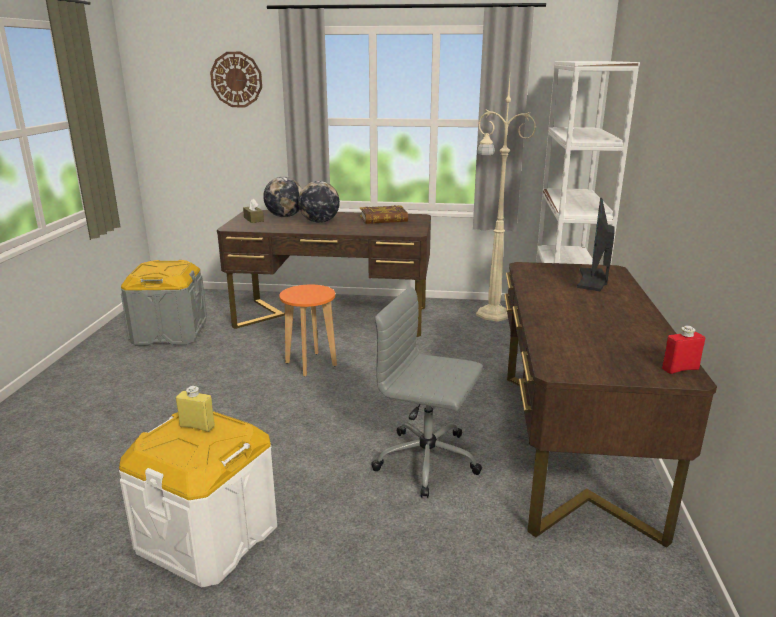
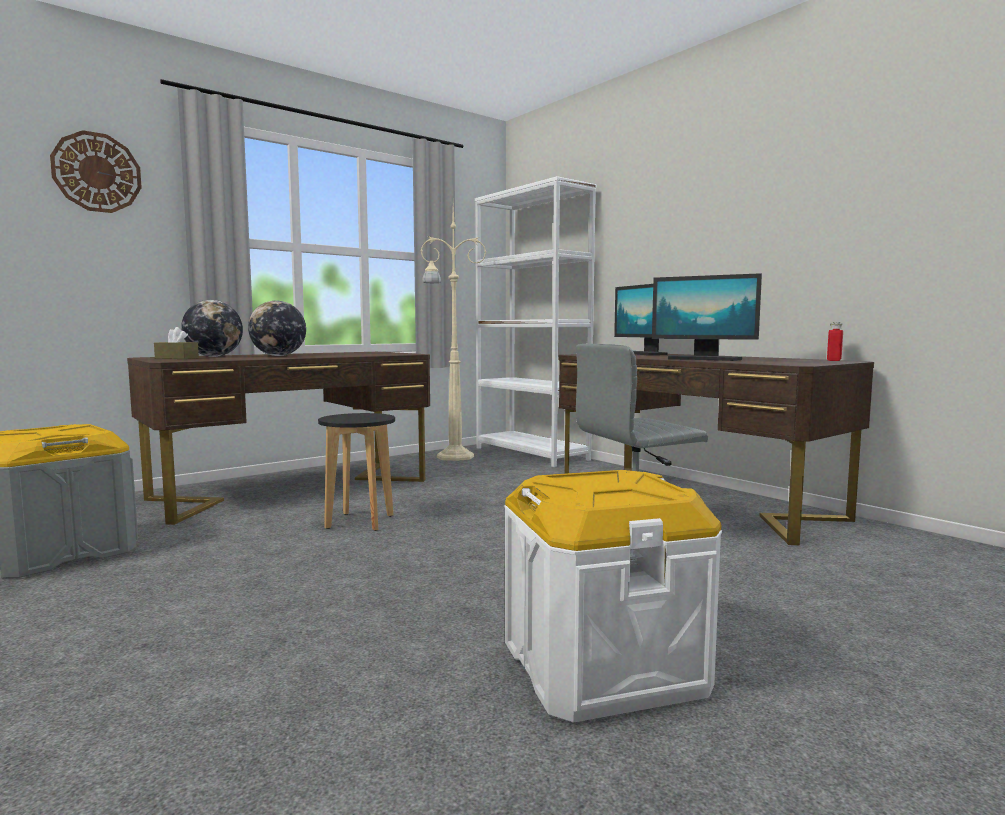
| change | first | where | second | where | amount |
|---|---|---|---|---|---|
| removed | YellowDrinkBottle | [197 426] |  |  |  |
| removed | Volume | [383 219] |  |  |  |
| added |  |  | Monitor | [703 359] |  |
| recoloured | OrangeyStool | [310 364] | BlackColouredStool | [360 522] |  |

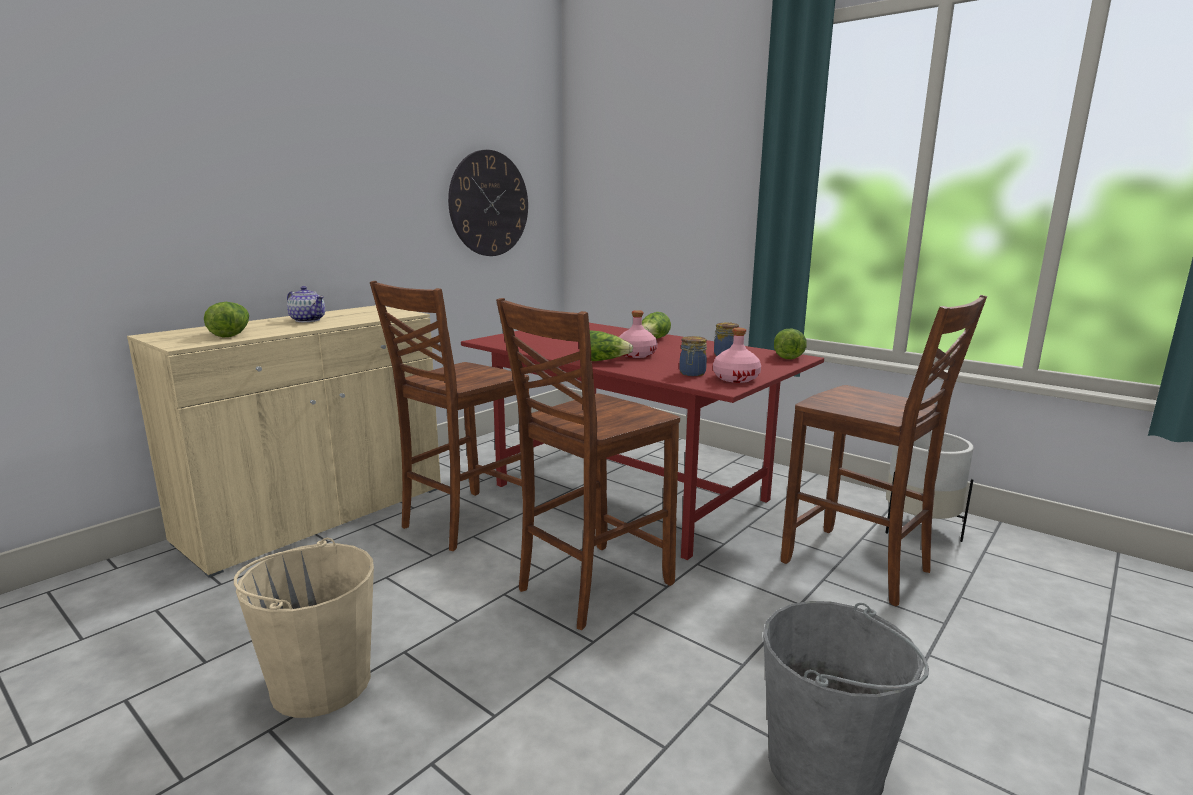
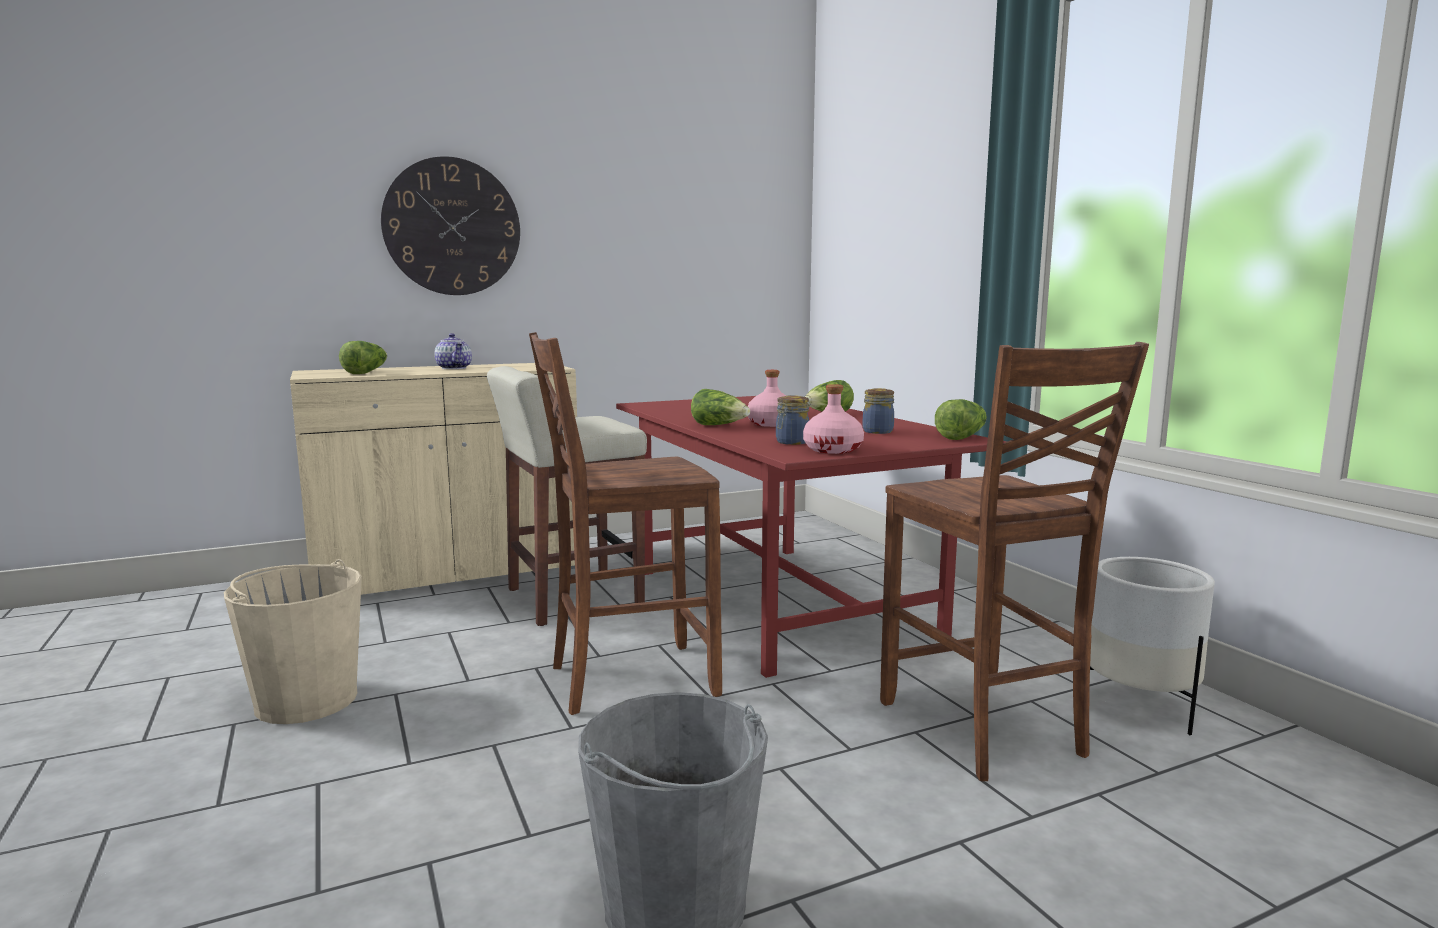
| change | first | where | second | where | amount |
|---|---|---|---|---|---|
| moved | WallClock | [489 204] |  | [452 227] |  |
| replaced | BrownishPlainChair | [463 521] | BeigeStool | [571 599] |  |

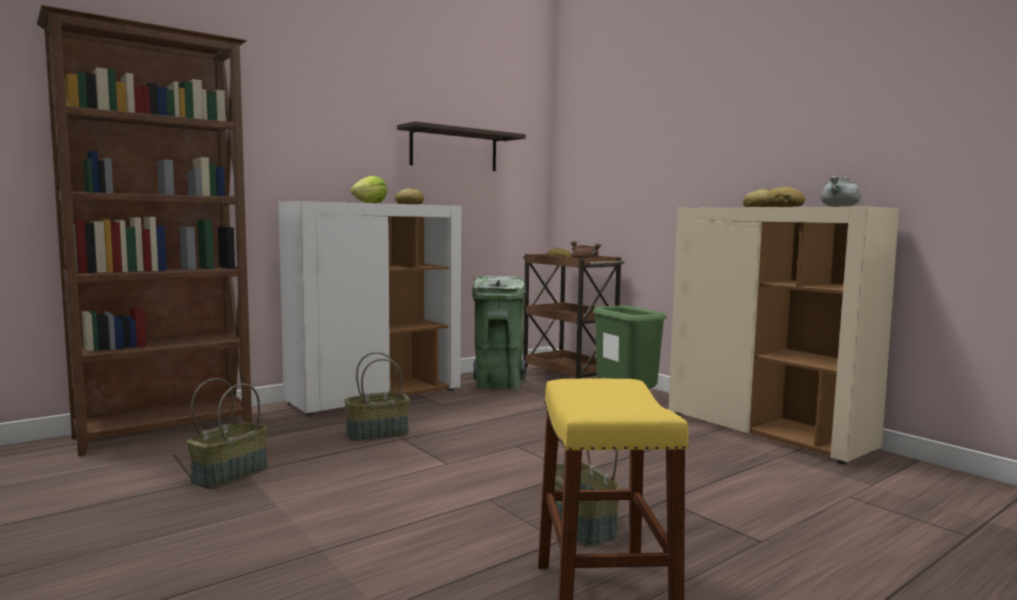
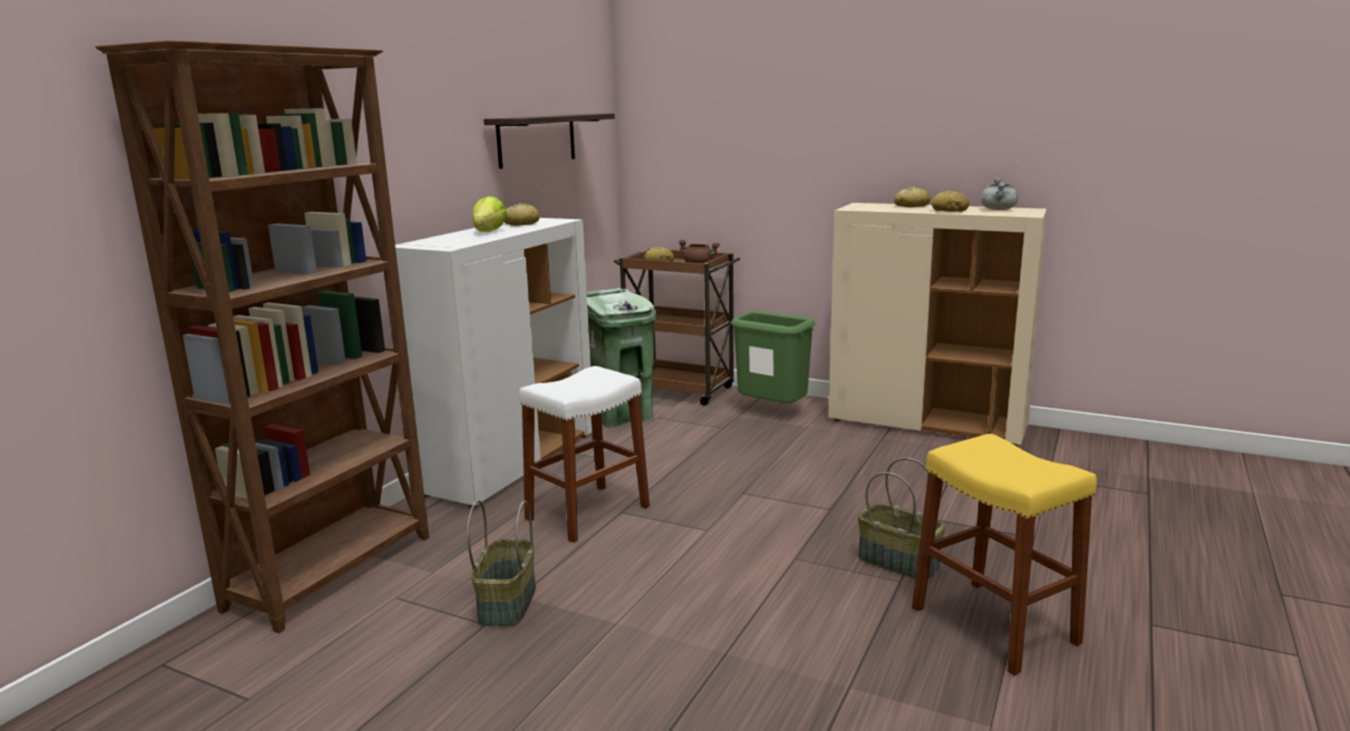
| change | first | where | second | where | amount |
|---|---|---|---|---|---|
| replaced | StorageBasket | [377 434] | WhiteStool | [588 513] |  |

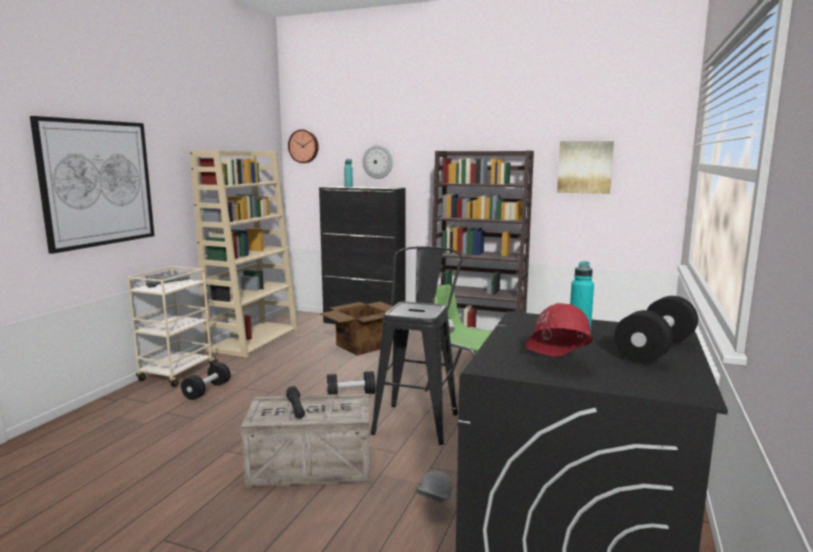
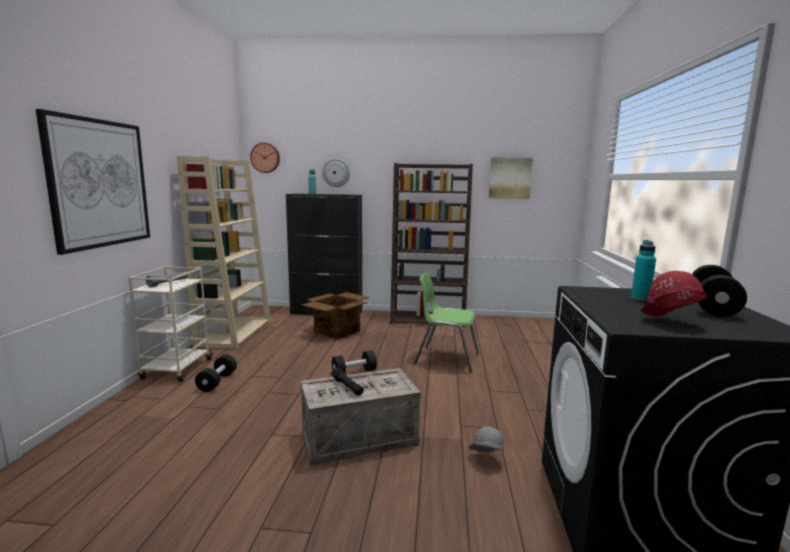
| change | first | where | second | where | amount |
|---|---|---|---|---|---|
| removed | BlackColouredStool | [419 419] |  |  |  |

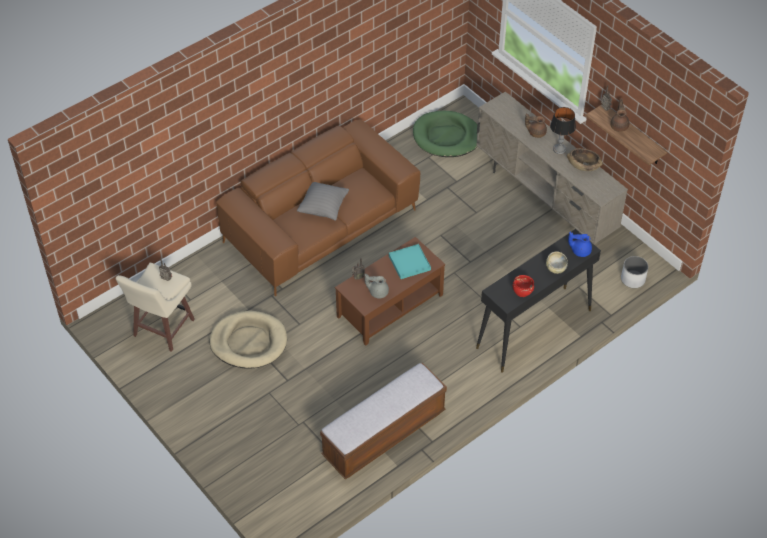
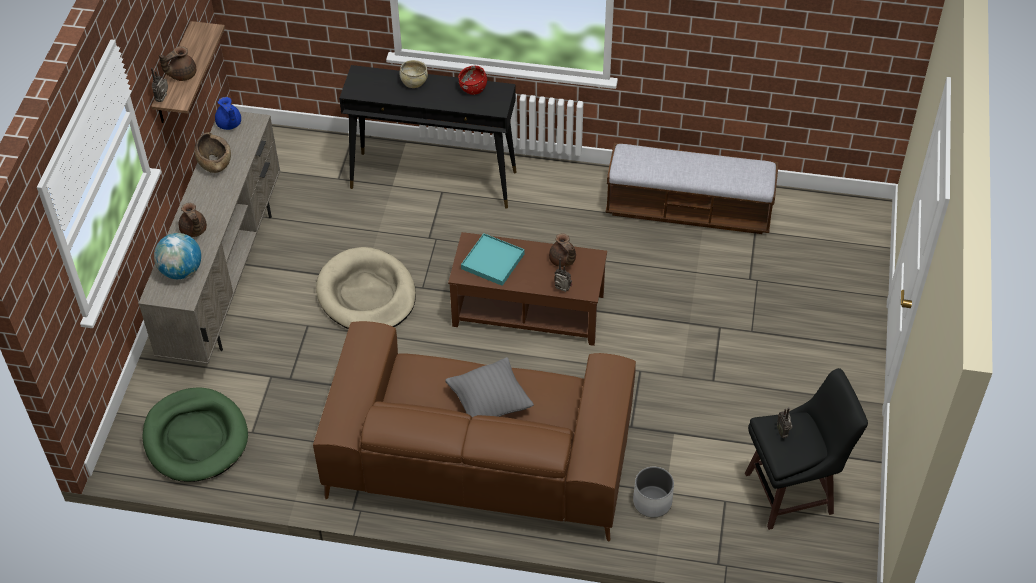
| change | first | where | second | where | amount |
|---|---|---|---|---|---|
| removed | TableLamp | [559 149] |  |  |  |
| added |  |  | DeskGlobe | [181 271] |  |
| moved | BeigeDogCushion | [249 342] |  | [366 294] |  |
| moved | BlueTeaPot | [580 250] |  | [229 124] |  |
| moved | WhiteFlowerPot | [632 279] |  | [652 502] |  |
| recoloured | BeigeStool | [162 329] | BlackColouredStool | [792 493] |  |
| recoloured | GreyishTeaPot | [378 292] | BrownishTeaPot | [563 260] |  |

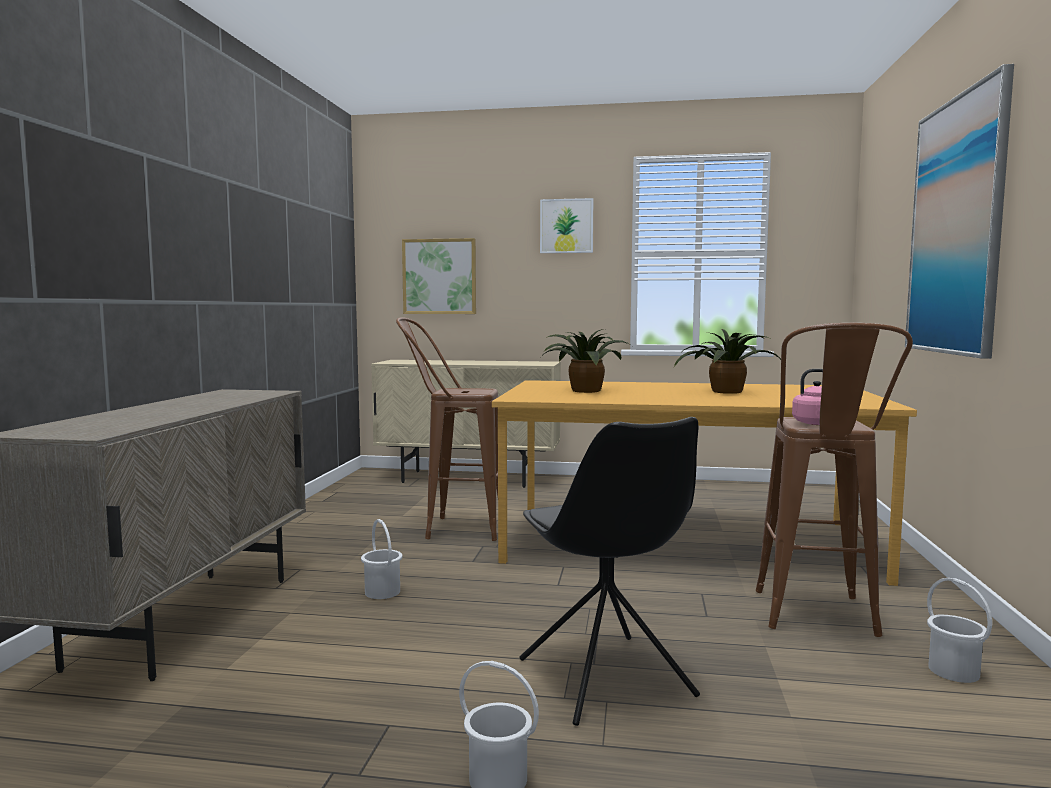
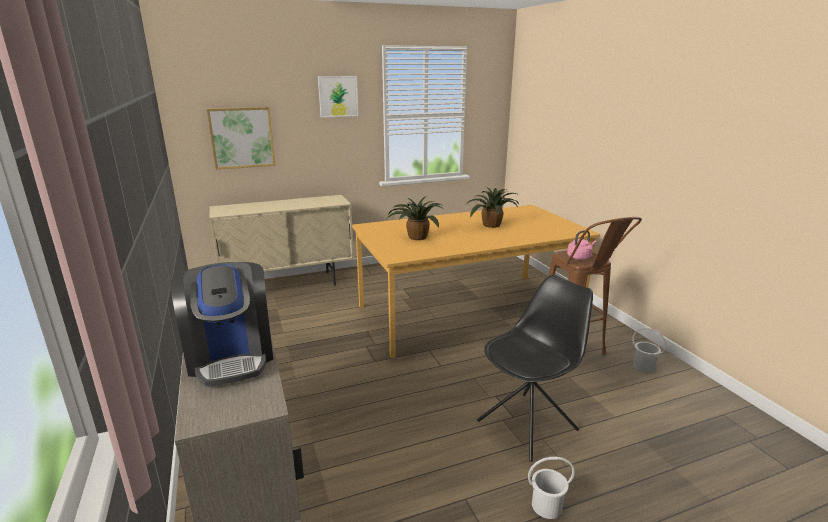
| change | first | where | second | where | amount |
|---|---|---|---|---|---|
| removed | WhiteBucket | [383 592] |  |  |  |
| removed | BrownishStool | [452 529] |  |  |  |
| removed | Picture | [955 226] |  |  |  |
| added |  |  | CoffeeMaker | [231 356] |  |
| turned | BlackColouredPlainChair | [606 679] |  | [528 425] | 75 degrees counterclockwise |

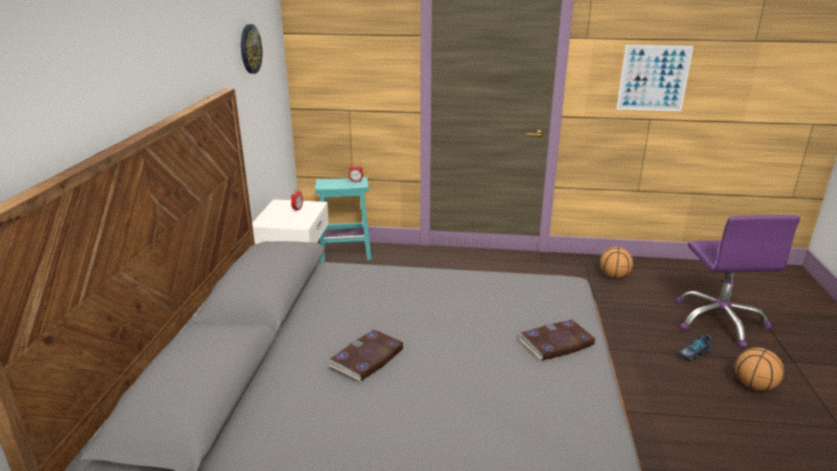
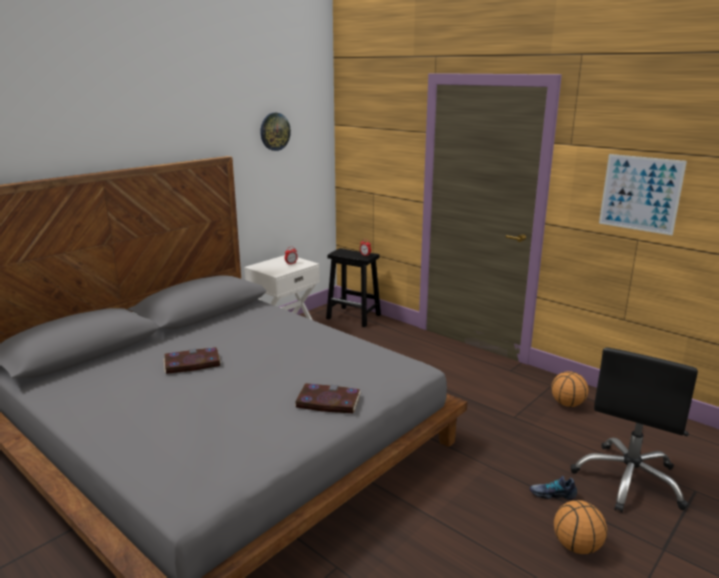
| change | first | where | second | where | amount |
|---|---|---|---|---|---|
| recoloured | TurquoiseStool | [346 252] | BlackColouredStool | [354 317] |  |
| recoloured | PurpleColouredOfficeChair | [719 321] | BlackColouredOfficeChair | [629 480] |  |

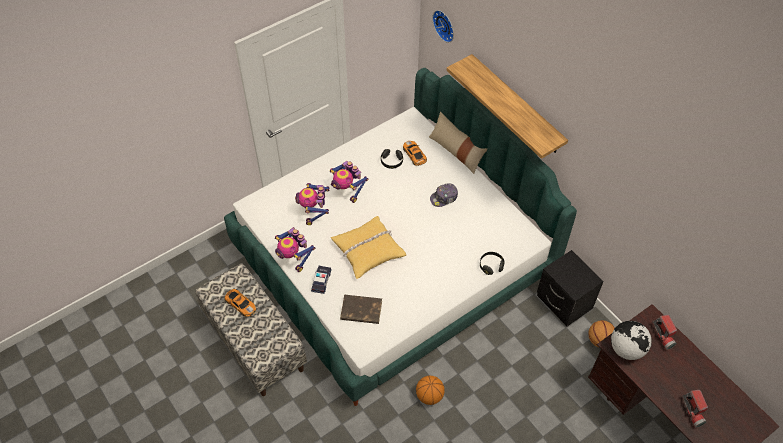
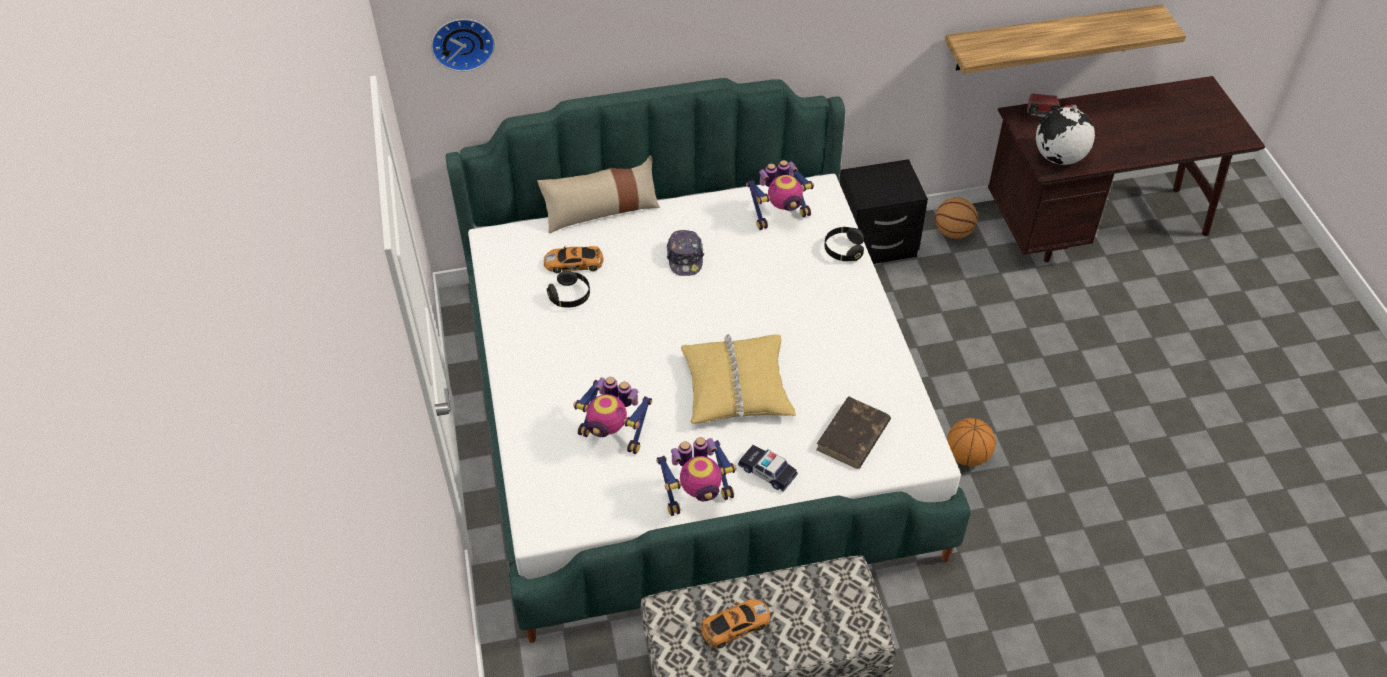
| change | first | where | second | where | amount |
|---|---|---|---|---|---|
| removed | HandTorch | [694 411] |  |  |  |
| moved | ToyRobot | [347 191] |  | [780 216] |  |
| moved | Shelf | [516 105] |  | [1051 38] |  |

